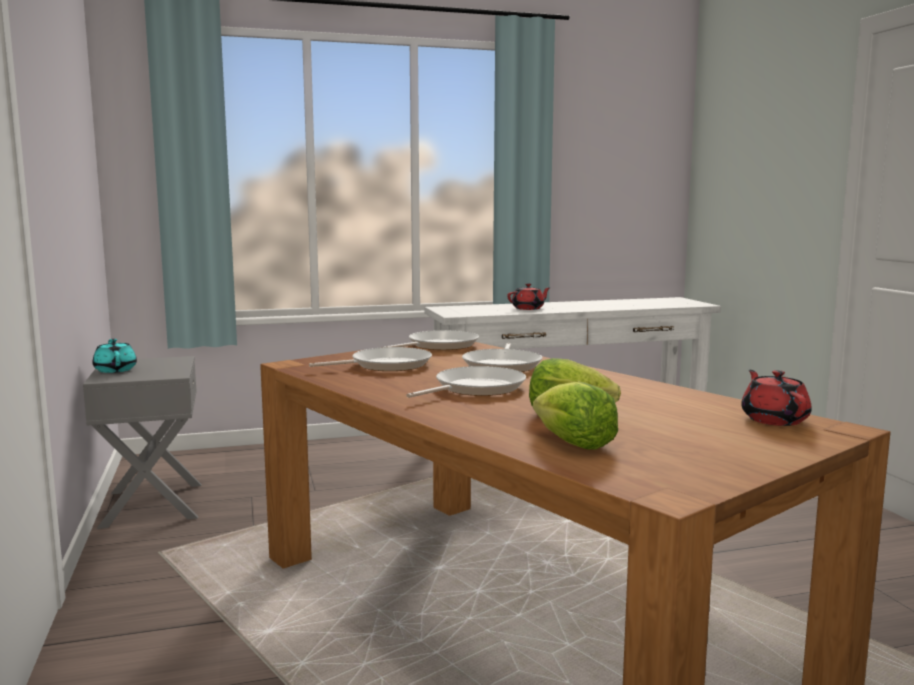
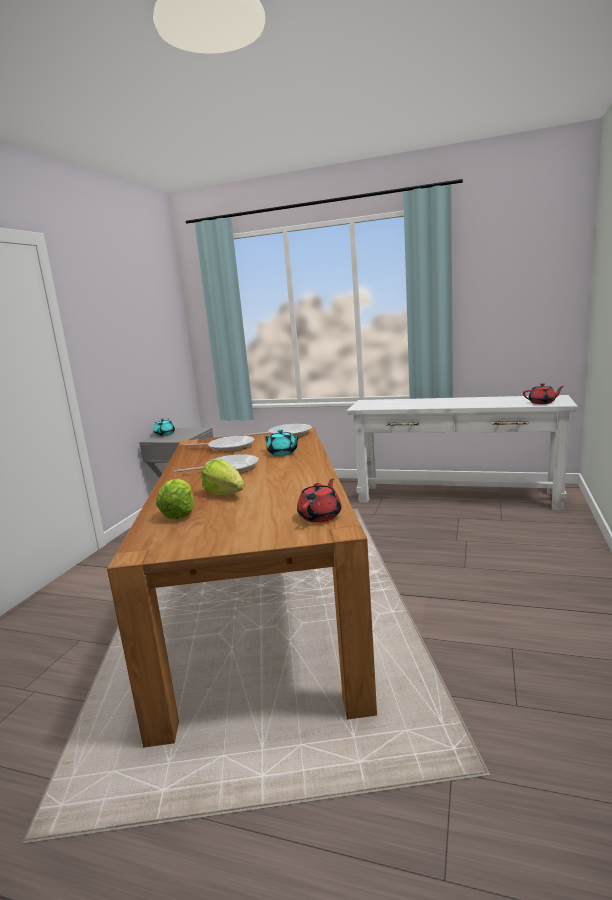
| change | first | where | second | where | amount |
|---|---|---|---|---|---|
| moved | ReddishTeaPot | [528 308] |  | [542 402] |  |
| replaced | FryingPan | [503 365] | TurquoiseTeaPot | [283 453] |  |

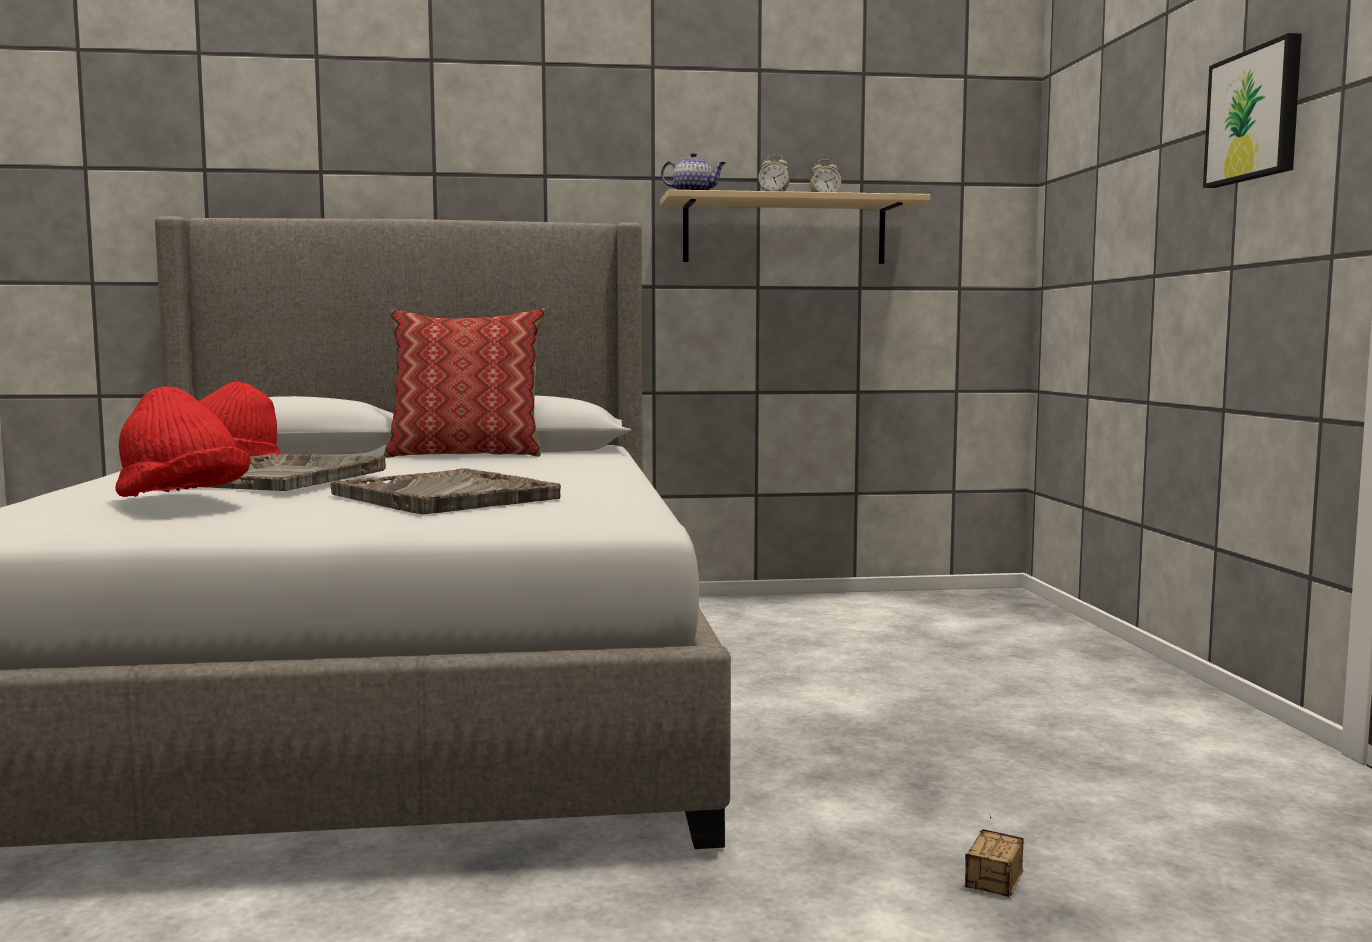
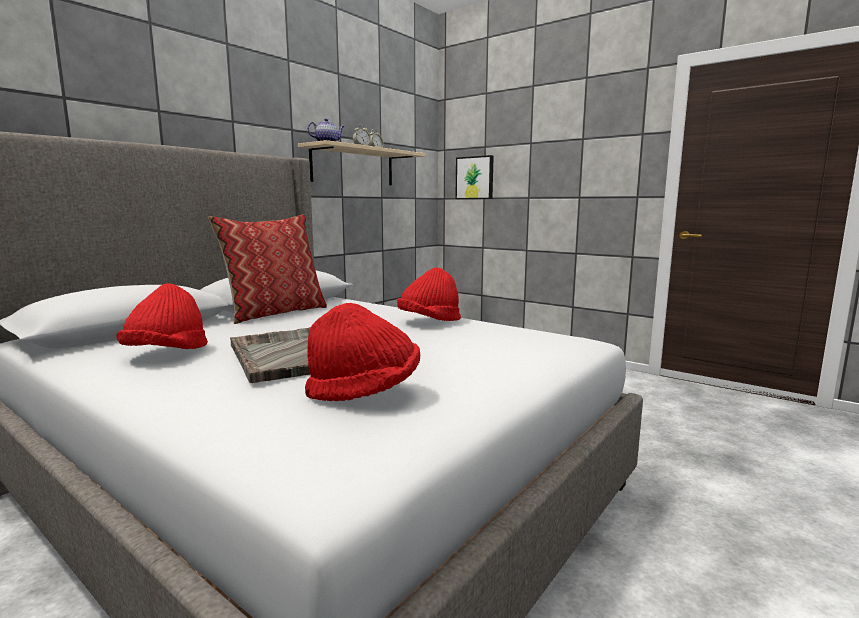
| change | first | where | second | where | amount |
|---|---|---|---|---|---|
| removed | GreyishCarryingTray | [445 497] |  |  |  |
| removed | StorageBin | [984 899] |  |  |  |
| added |  |  | ReddishClothingHat | [429 322] |  |
| moved | Picture | [1255 115] |  | [475 178] |  |

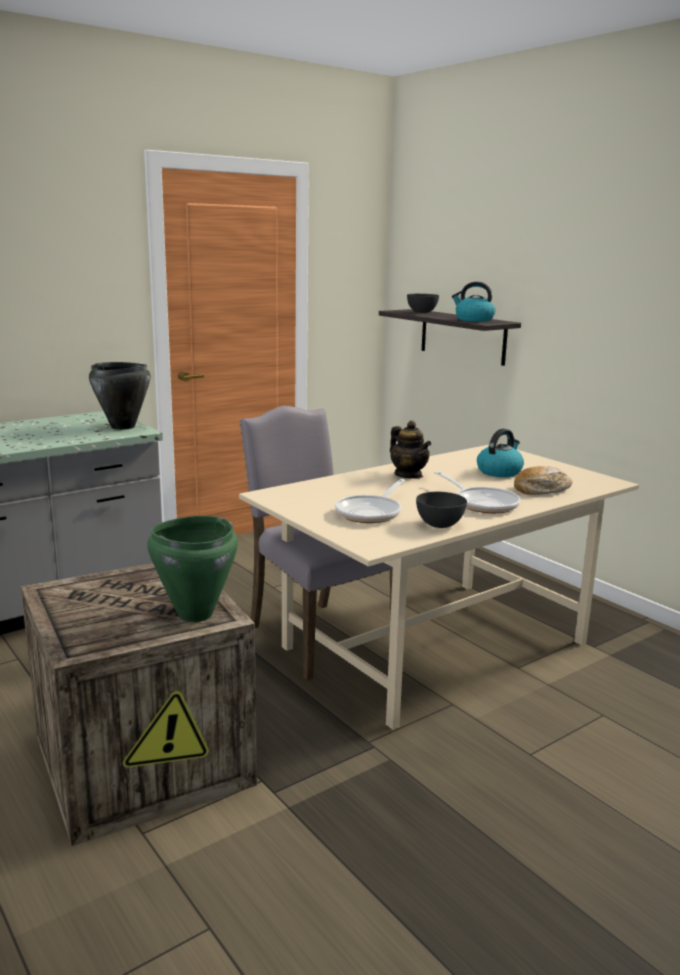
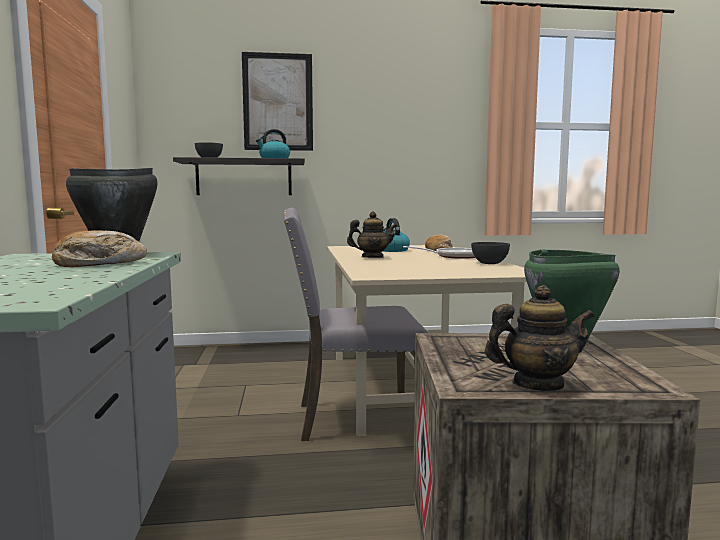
| change | first | where | second | where | amount |
|---|---|---|---|---|---|
| removed | FryingPan | [371 512] |  |  |  |
| added |  |  | BakeryBread | [99 263] |  |
| added |  |  | Picture | [278 102] |  |
| added |  |  | TeaPot | [537 384] |  |

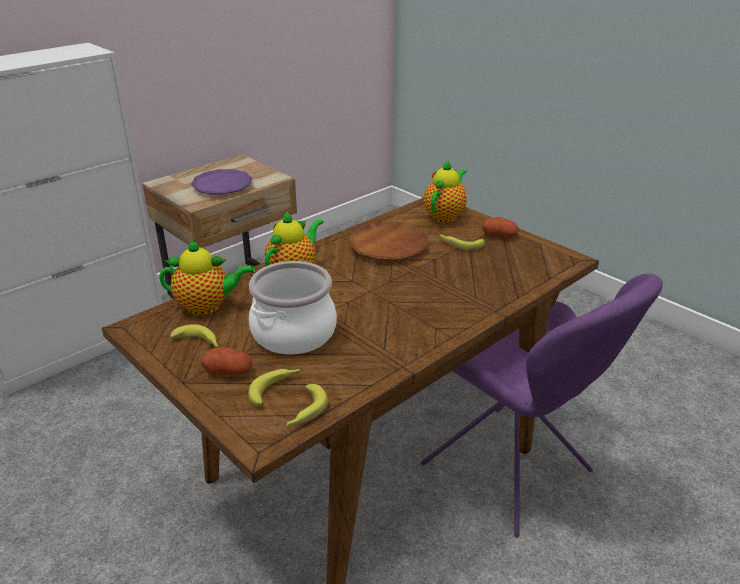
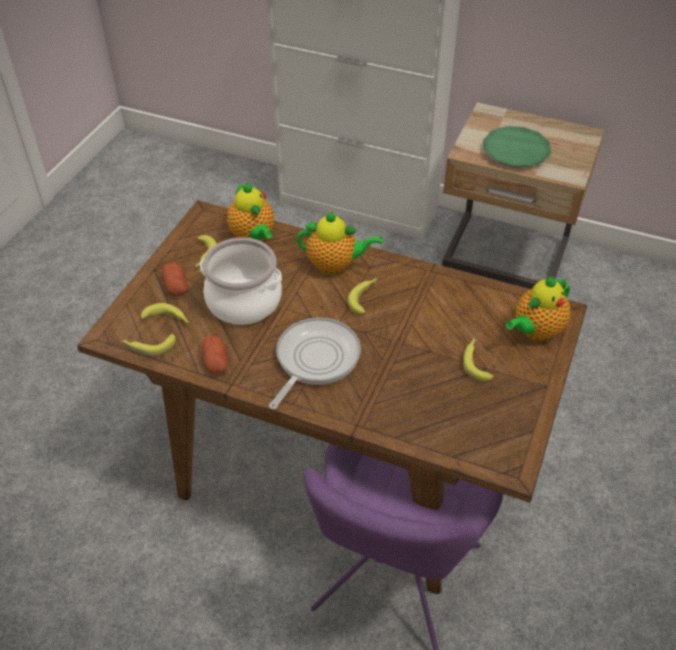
| change | first | where | second | where | amount |
|---|---|---|---|---|---|
| removed | BrownishPlate | [388 246] |  |  |  |
| added |  |  | FryingPan | [314 360] |  |
| added |  |  | WholeBanana | [364 298] |  |
| moved | Potato | [499 236] |  | [216 362] |  |
| recoloured | PurpleColouredPlate | [222 186] | GreenishPlate | [515 151] |  |
| turned | TeaPot | [445 216] |  | [535 331] | 135 degrees clockwise |

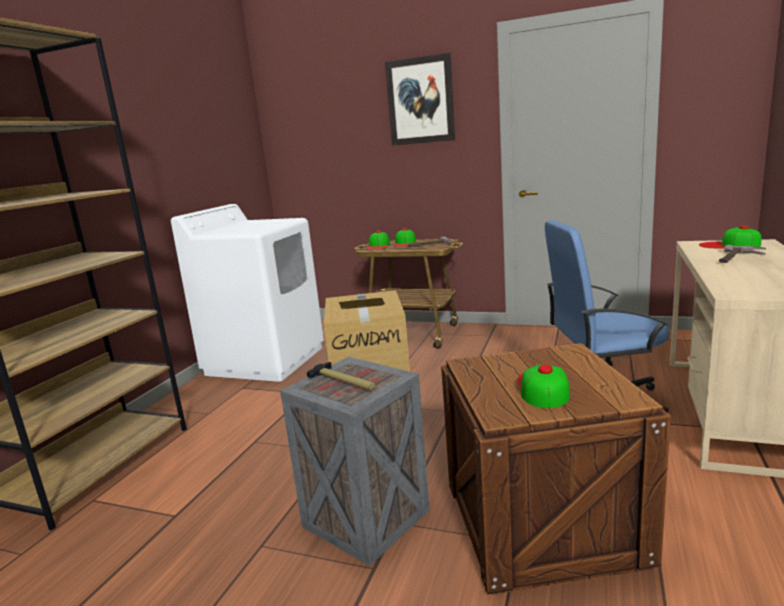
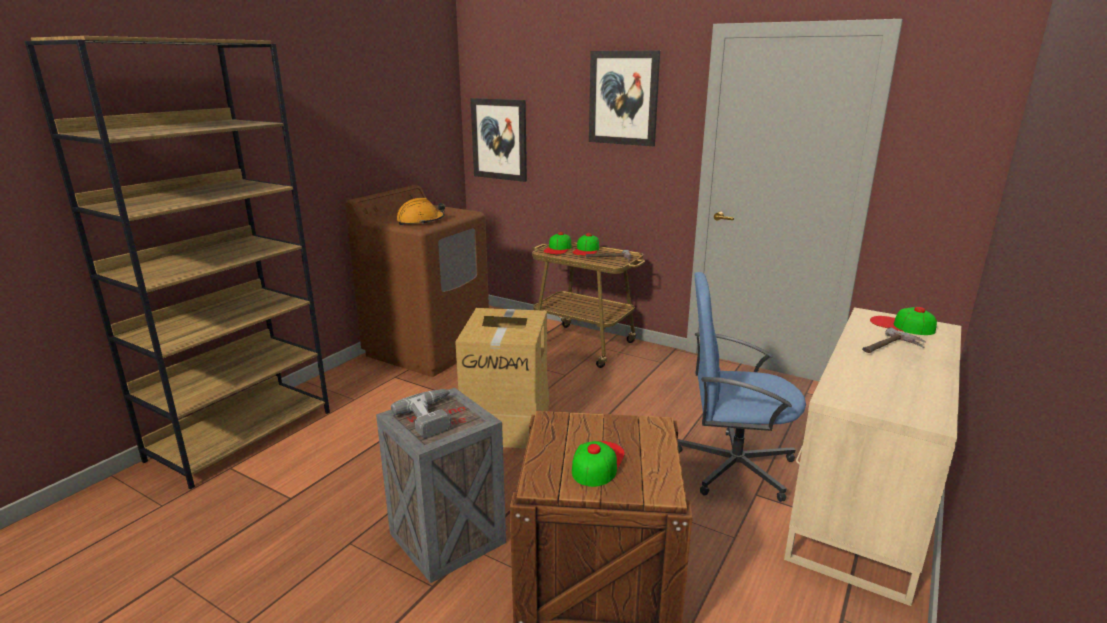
| change | first | where | second | where | amount |
|---|---|---|---|---|---|
| added |  |  | OrangeyWorkHelmet | [420 221] |  |
| added |  |  | Picture | [499 139] |  |
| replaced | Hammer | [343 382] | ElectricDrill | [433 417] |  |
| recoloured | WhiteLaundryAppliance | [266 360] | BrownishLaundryAppliance | [428 349] |  |

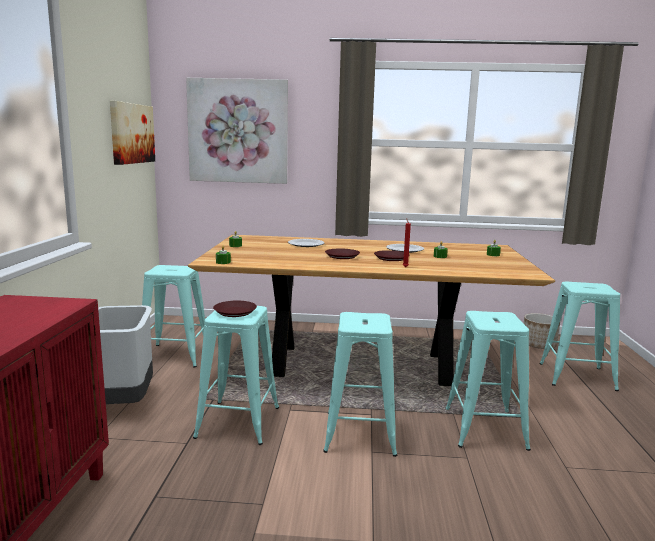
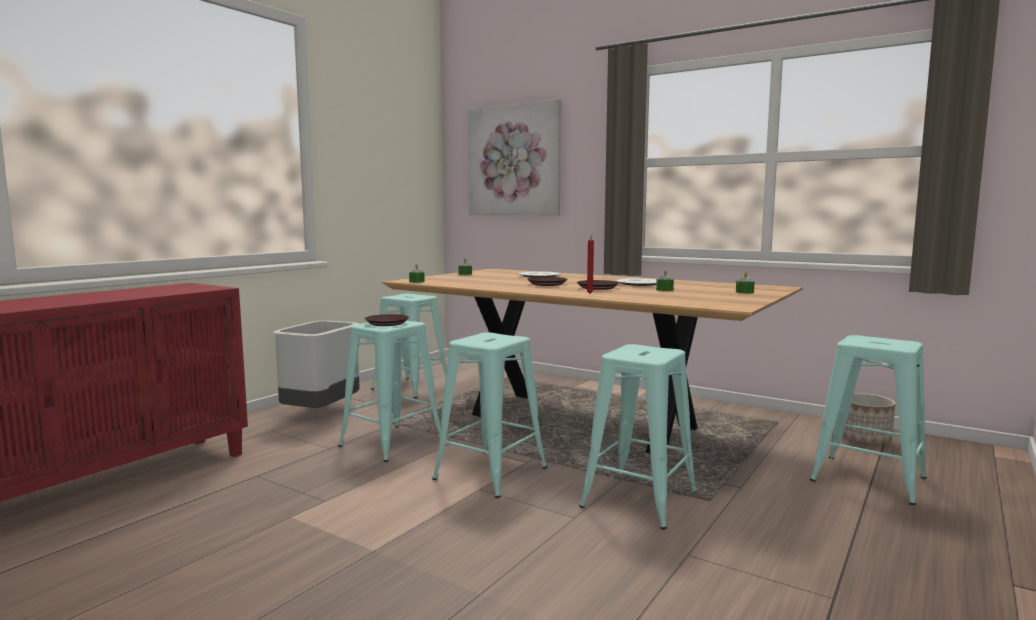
| change | first | where | second | where | amount |
|---|---|---|---|---|---|
| removed | Picture | [131 133] |  |  |  |

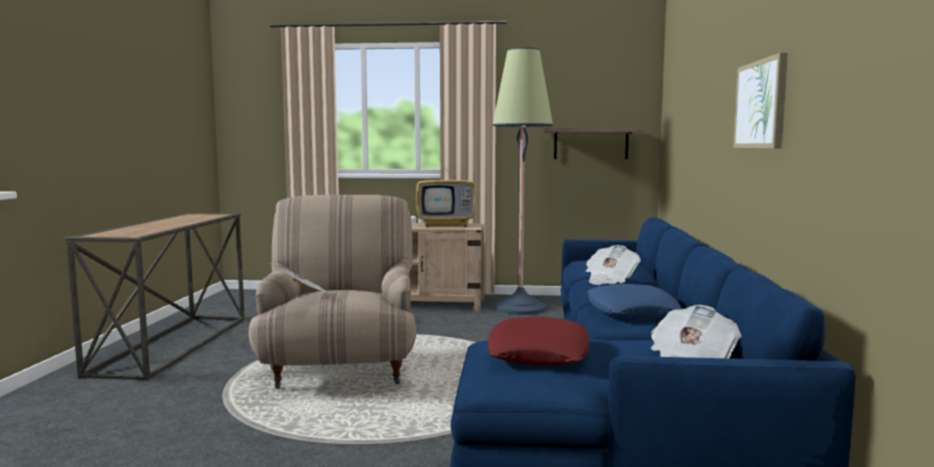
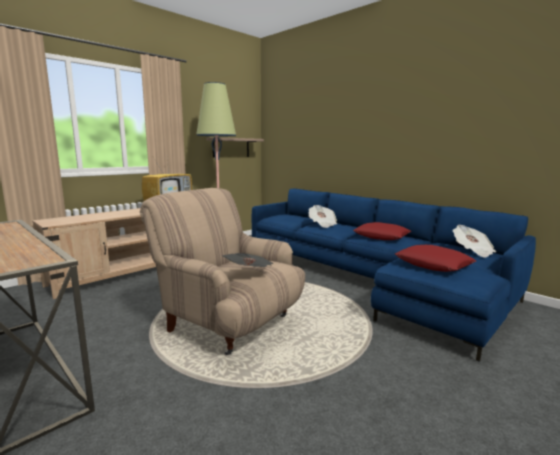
| change | first | where | second | where | amount |
|---|---|---|---|---|---|
| removed | Picture | [761 104] |  |  |  |
| recoloured | BluePillow | [632 311] | ReddishPillow | [381 236] |  |

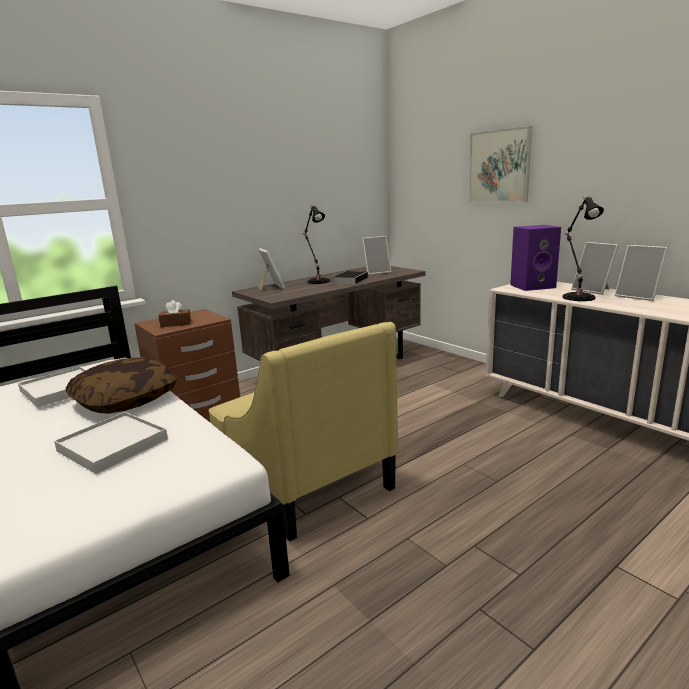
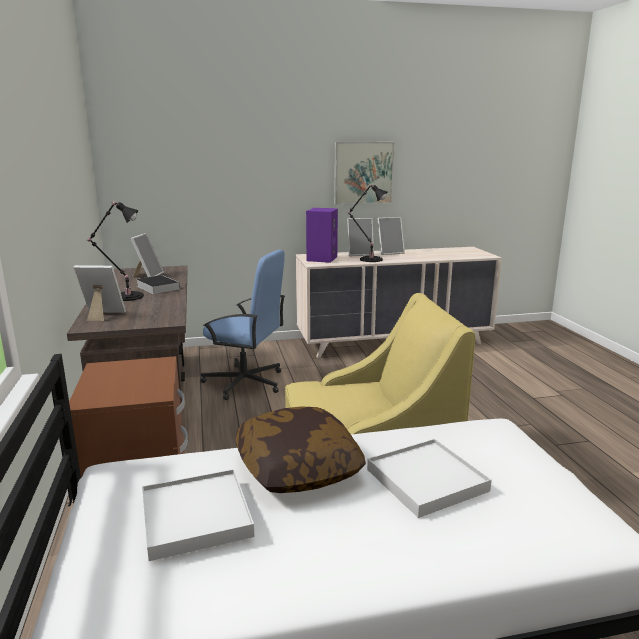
| change | first | where | second | where | amount |
|---|---|---|---|---|---|
| removed | BrownishTissueHolder | [176 324] |  |  |  |
| added |  |  | BlueOfficeChair | [245 382] |  |
| moved | Picture | [499 166] |  | [363 173] |  |

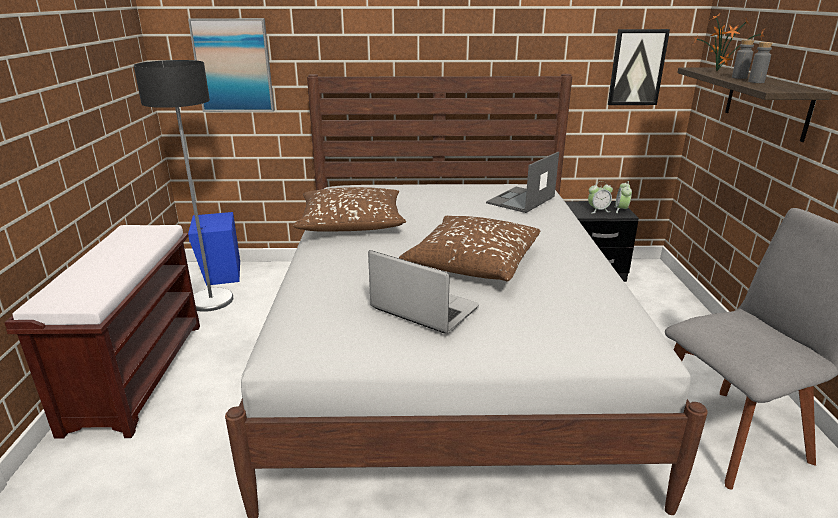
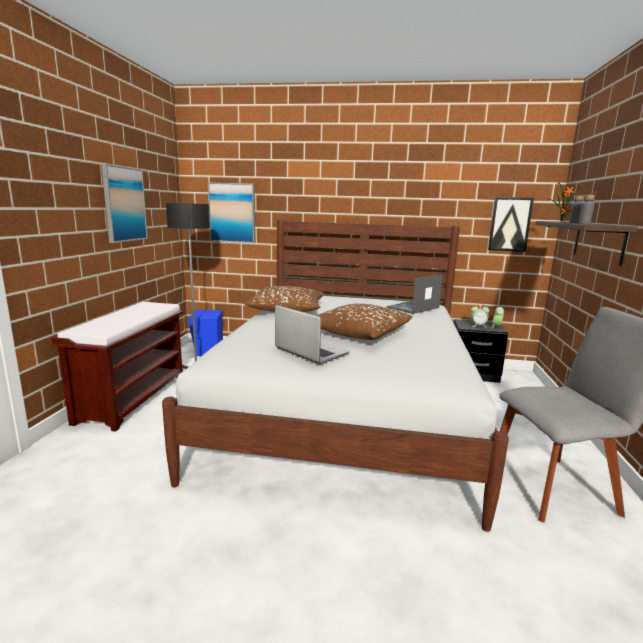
| change | first | where | second | where | amount |
|---|---|---|---|---|---|
| added |  |  | Picture | [124 204] |  |

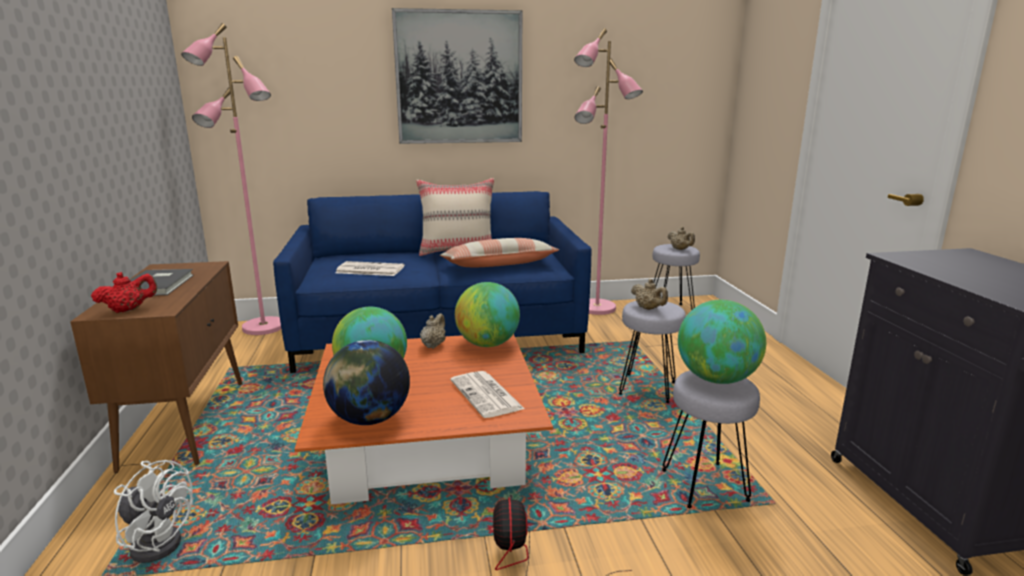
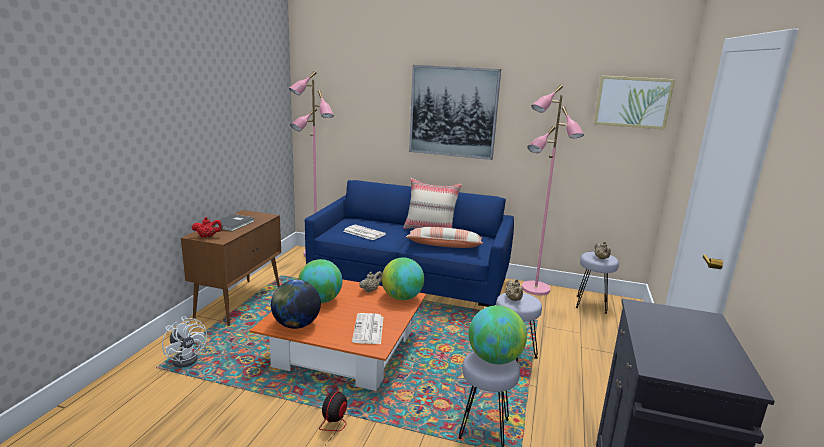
| change | first | where | second | where | amount |
|---|---|---|---|---|---|
| added |  |  | Picture | [632 102] |  |

